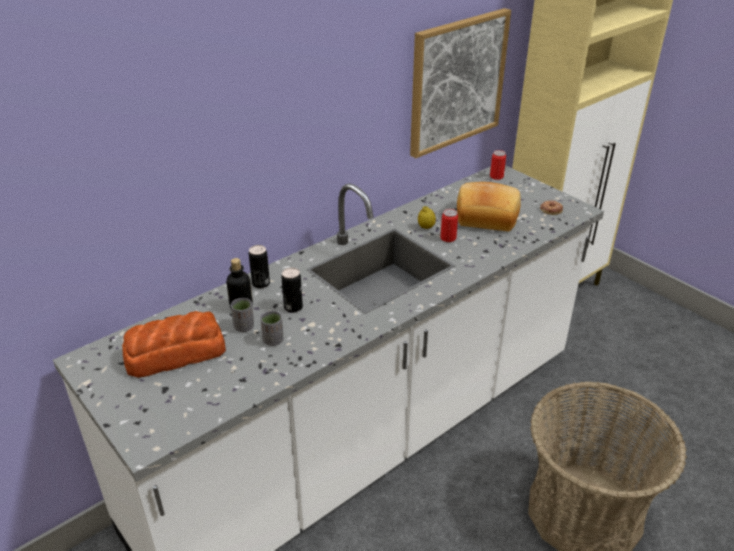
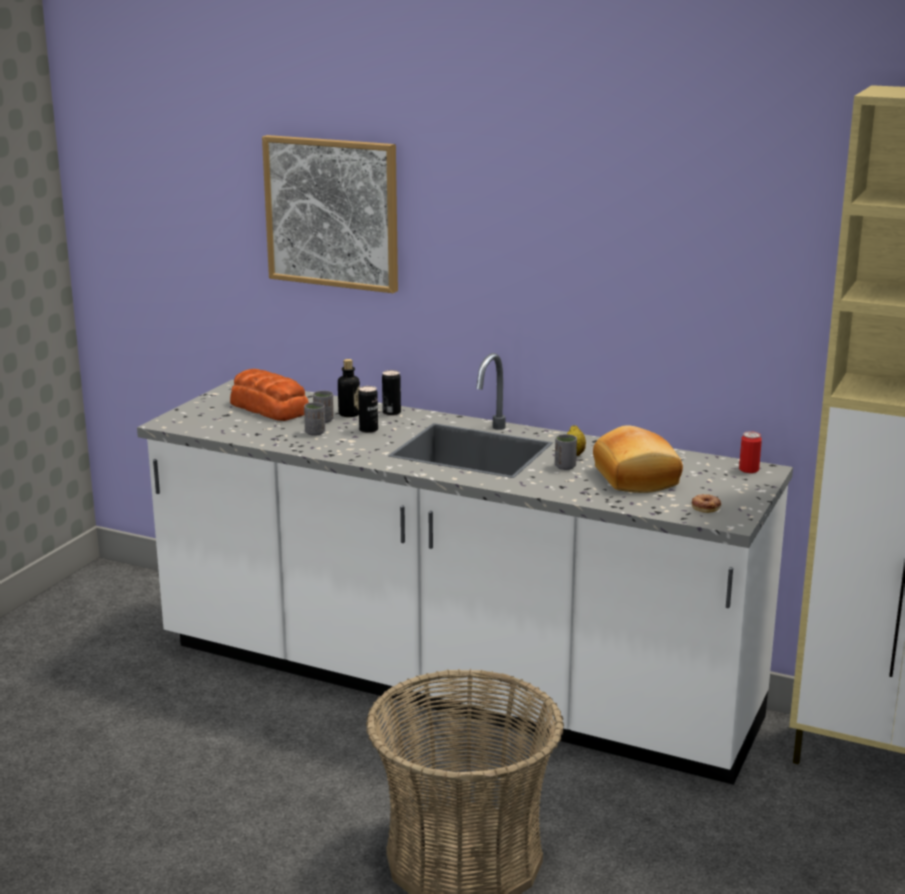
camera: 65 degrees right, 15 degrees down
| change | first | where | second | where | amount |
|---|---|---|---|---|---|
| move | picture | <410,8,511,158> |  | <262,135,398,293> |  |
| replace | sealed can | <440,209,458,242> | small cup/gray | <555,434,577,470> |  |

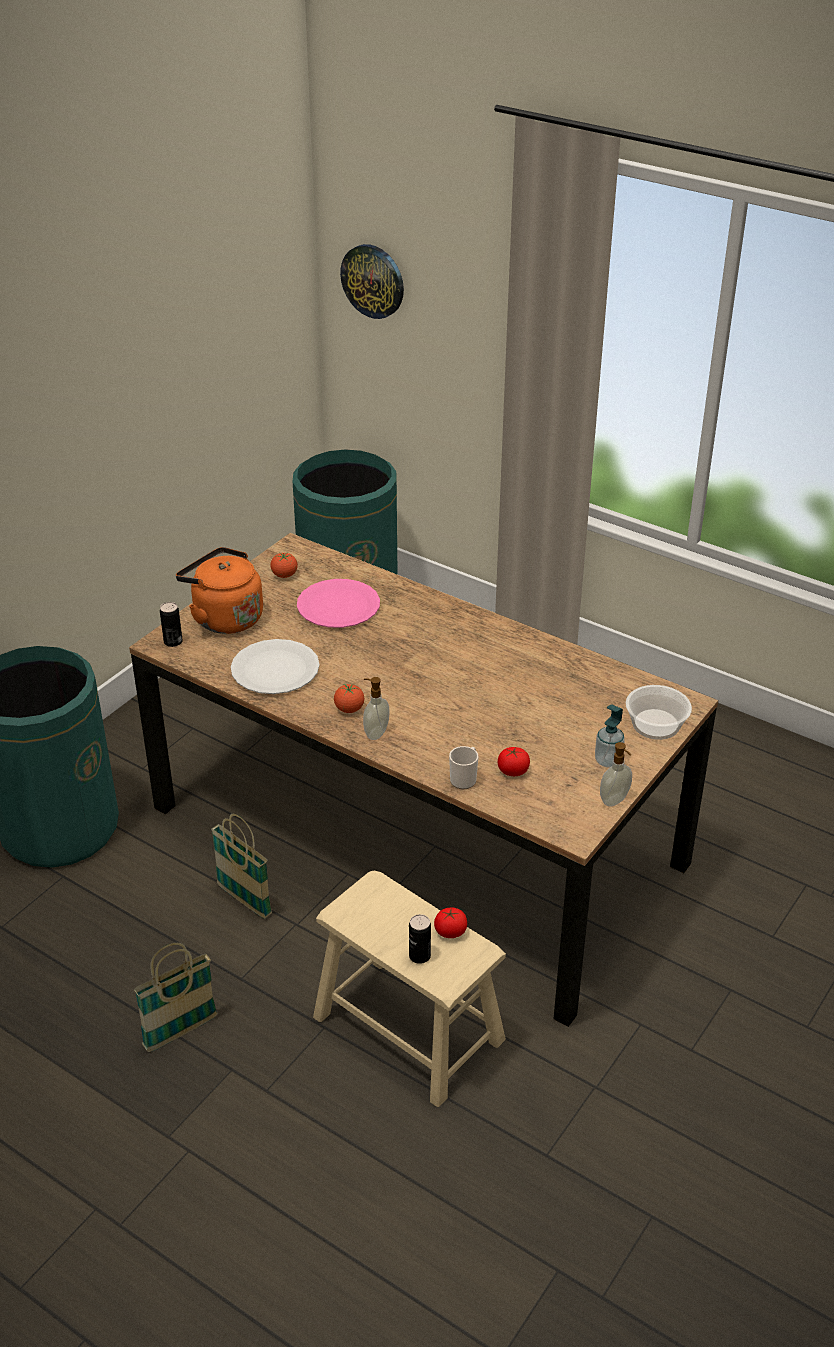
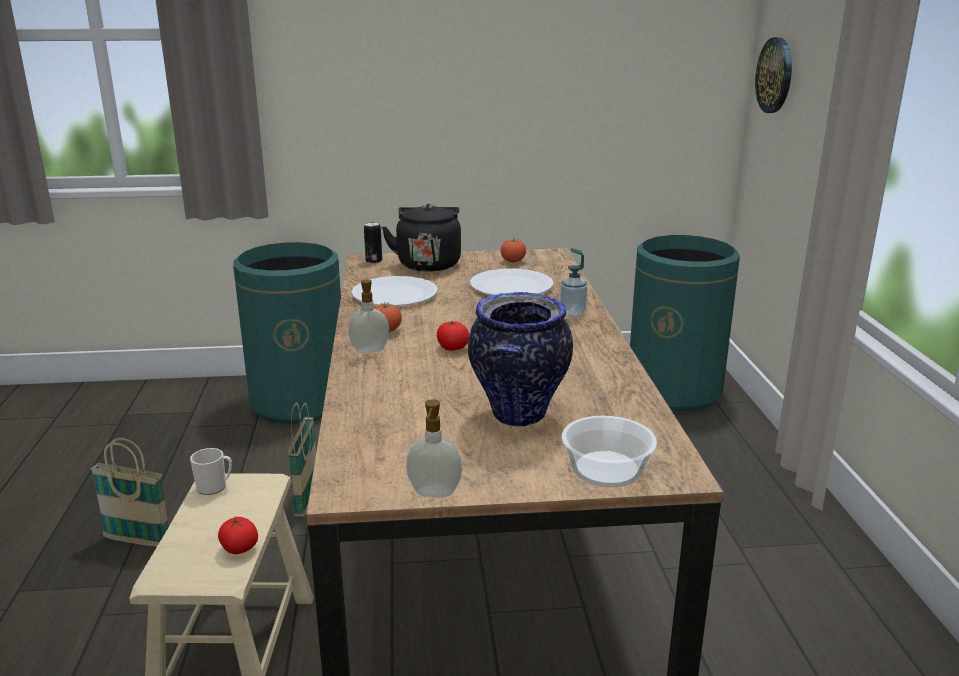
camera: 50 degrees right, 15 degrees down
| change | first | where | second | where | amount |
|---|---|---|---|---|---|
| move | tea mug | <449,746,479,789> |  | <190,448,232,495> |  |
| recolor | water kettle/orangey | <176,547,263,634> | water kettle/blackish | <382,204,461,272> |  |
| move | whole tomato | <498,747,530,776> |  | <437,321,469,351> |  |
| insert |  |  | decorative vase | <468,292,573,426> |  |
| recolor | dinner plate/pinkish | <297,579,380,628> | dinner plate/white-coloured | <470,269,554,295> |  |
| move | soap bottle | <595,704,625,768> |  | <560,248,587,317> |  |
| delete | sealed can | <409,914,431,964> |  |  |  |

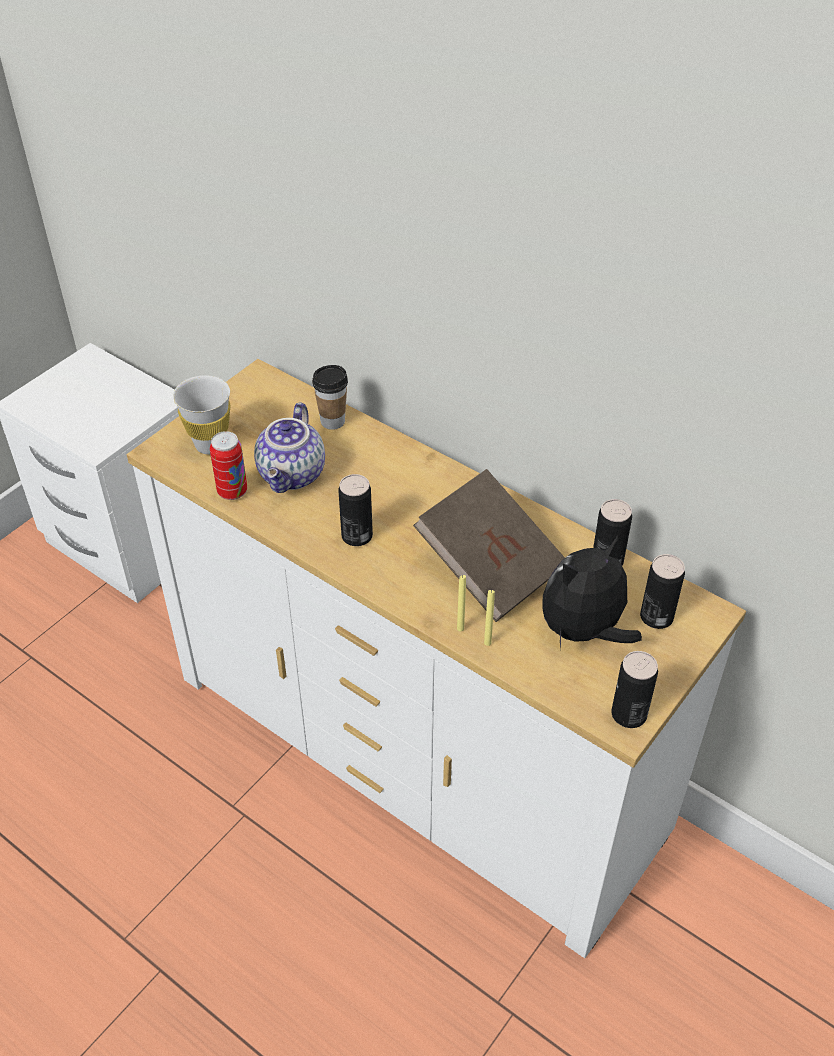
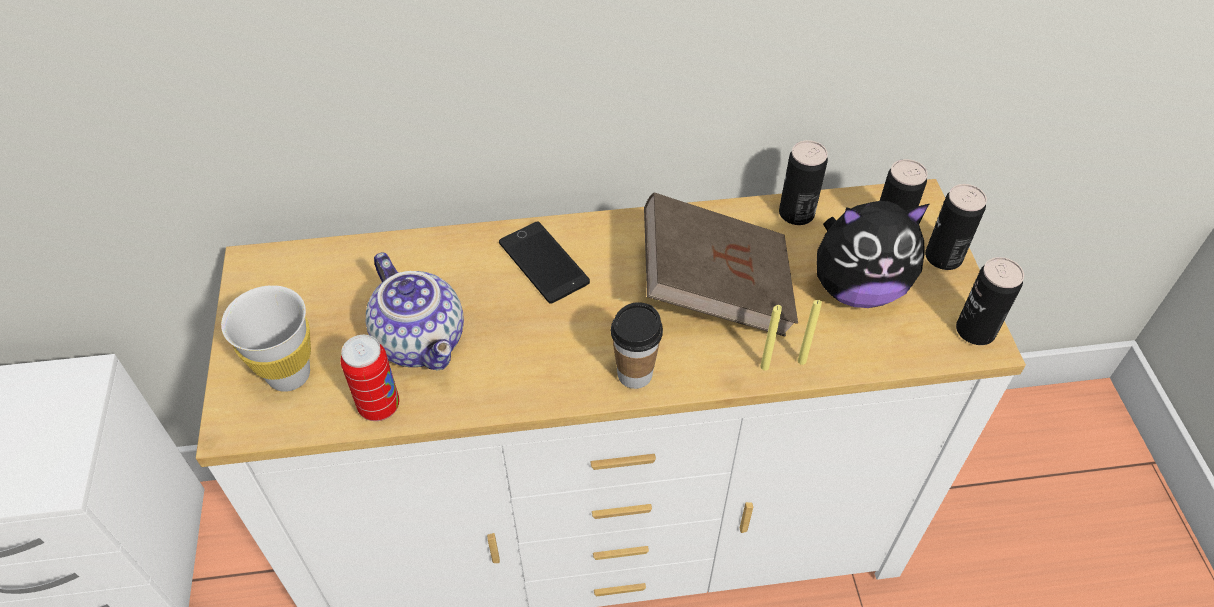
camera: 45 degrees left, 5 degrees up
| change | first | where | second | where | amount |
|---|---|---|---|---|---|
| insert |  |  | telephone | <499,221,590,304> |  |
| move | small cup | <312,365,348,430> |  | <611,302,663,389> |  |
| rotate | cuddly toy | <542,535,642,648> |  | <817,201,930,308> | 105 degrees counterclockwise |
| move | sealed can | <338,474,373,546> |  | <925,184,987,270> |  |

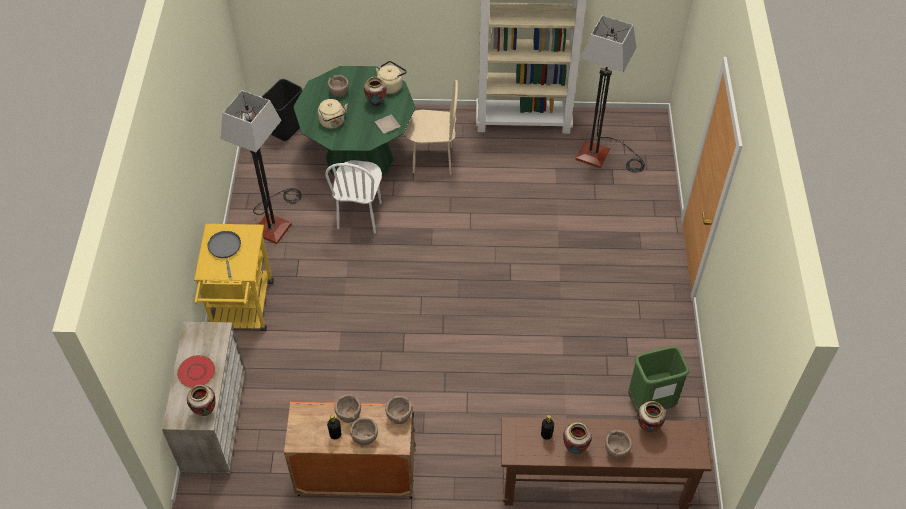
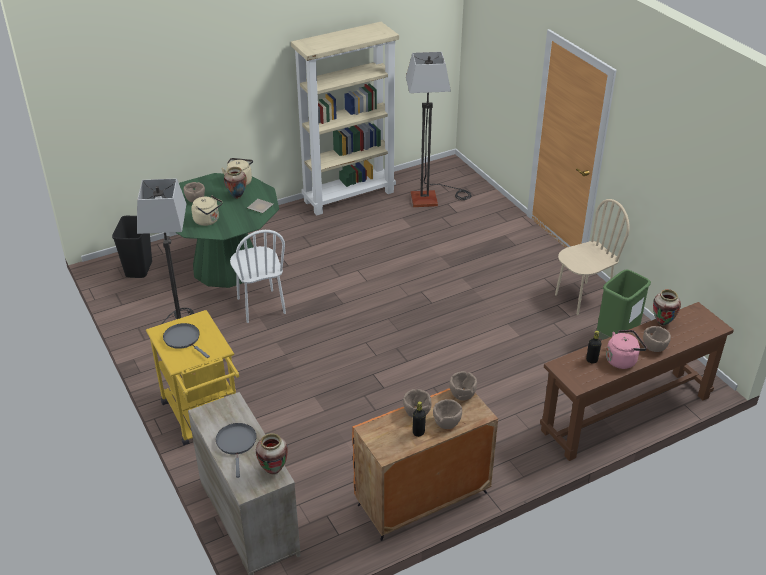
camera: 30 degrees left, 15 degrees down
| change | first | where | second | where | amount |
|---|---|---|---|---|---|
| replace | dinner plate/reddish | <177,355,215,388> | frying pan/gray | <216,423,257,478> |  |
| move | upright chair/sand-coloured | <404,80,458,175> |  | <555,199,630,315> |  |
| replace | decorative vase | <563,422,592,454> | water kettle/pinkish | <606,330,647,369> |  |

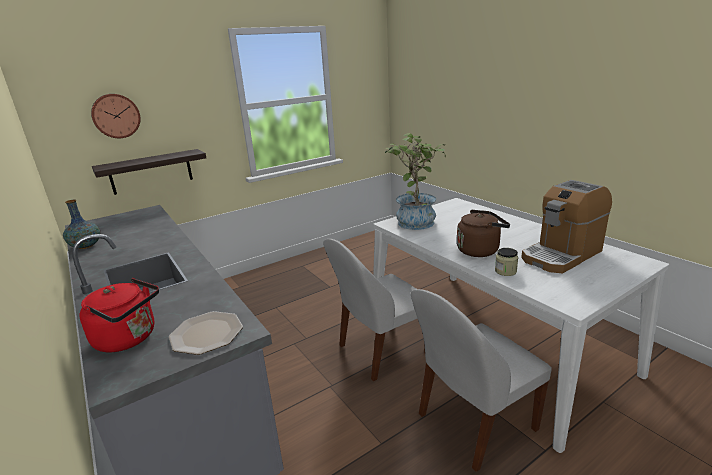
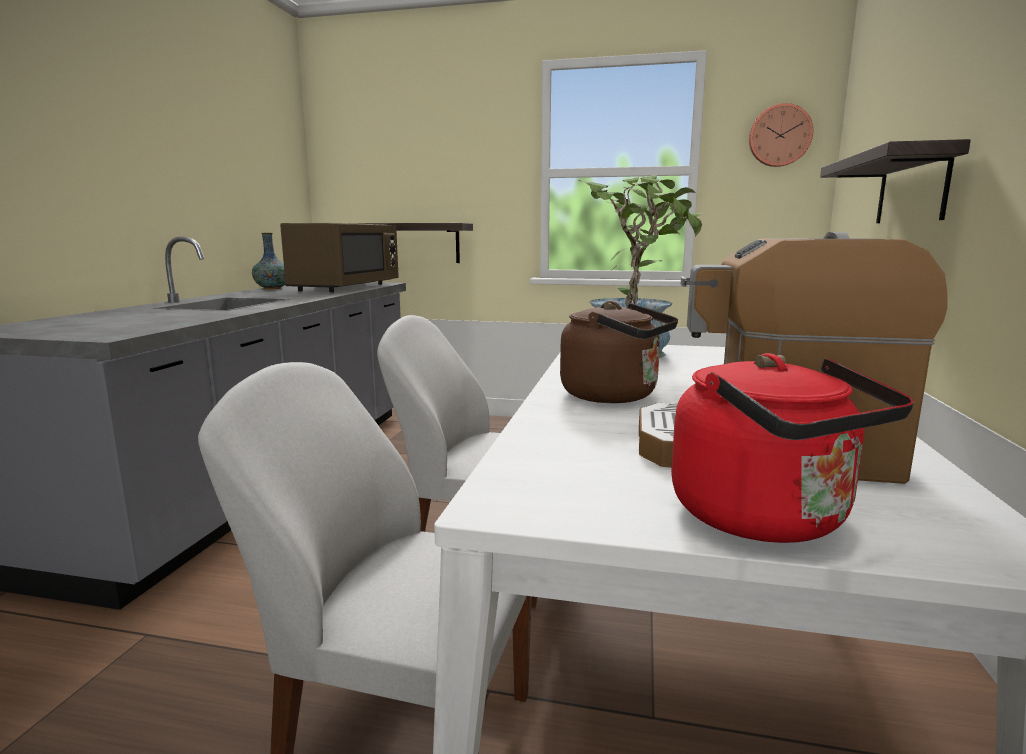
camera: 45 degrees right, 10 degrees down
| change | first | where | second | where | amount |
|---|---|---|---|---|---|
| insert |  |  | microwave oven/brown | <280,223,399,292> |  |
| move | water kettle/reddish | <80,278,159,352> |  | <671,353,914,543> |  |
| move | wall clock | <91,94,141,138> |  | <749,103,813,167> |  |
| insert |  |  | bracket shelf | <820,139,971,223> |  |
| delete | dinner plate | <169,311,243,355> |  |  |  |
| delete | preserve jar | <495,248,518,276> |  |  |  |

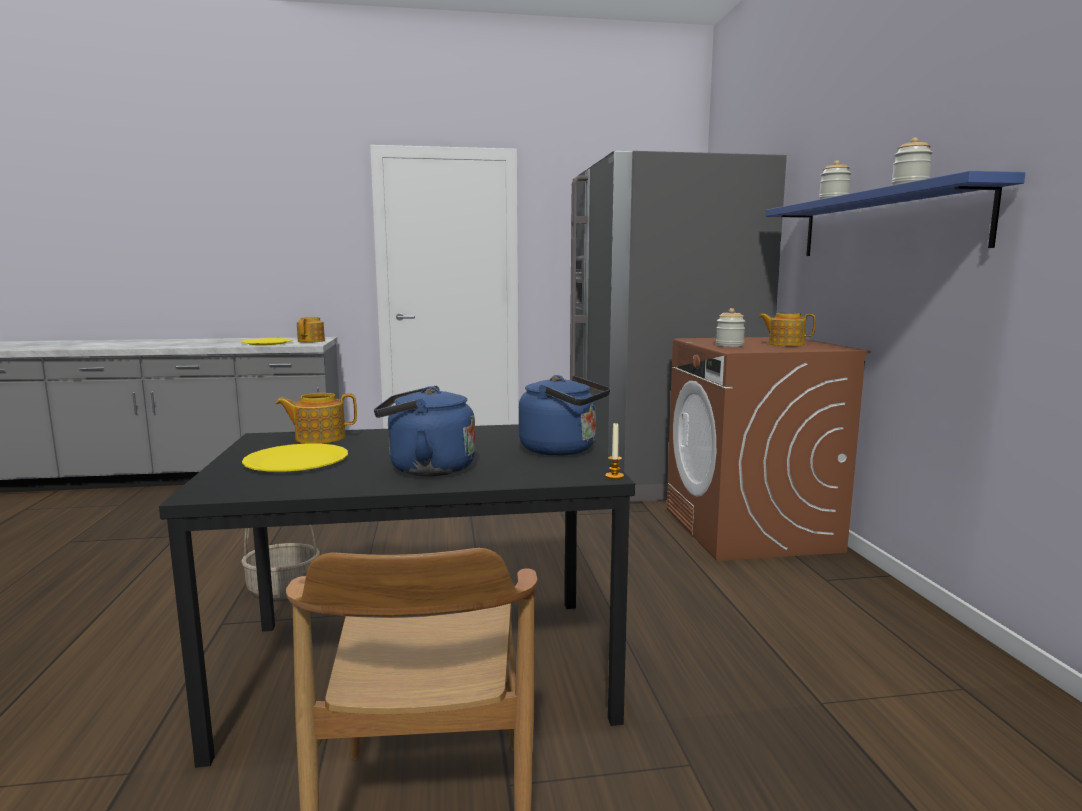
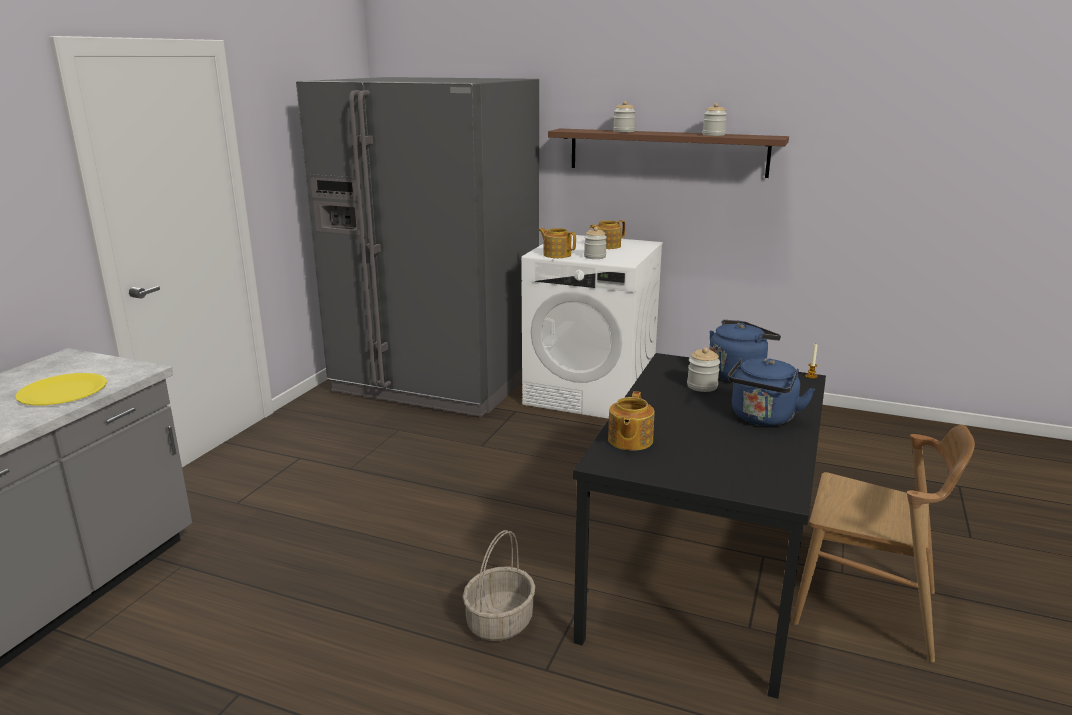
camera: 60 degrees left, 10 degrees up
| change | first | where | second | where | amount |
|---|---|---|---|---|---|
| recolor | washing machine/brown | <667,337,870,561> | washing machine/white-coloured | <521,235,663,419> |  |
| move | teapot | <297,317,325,343> |  | <538,228,576,258> |  |
| recolor | bracket shelf/blue-coloured | <765,171,1025,256> | bracket shelf/brown | <548,128,789,178> |  |
| insert |  |  | preserve jar | <687,347,720,392> |  |
| delete | dinner plate/yellowish | <242,443,348,472> |  |  |  |

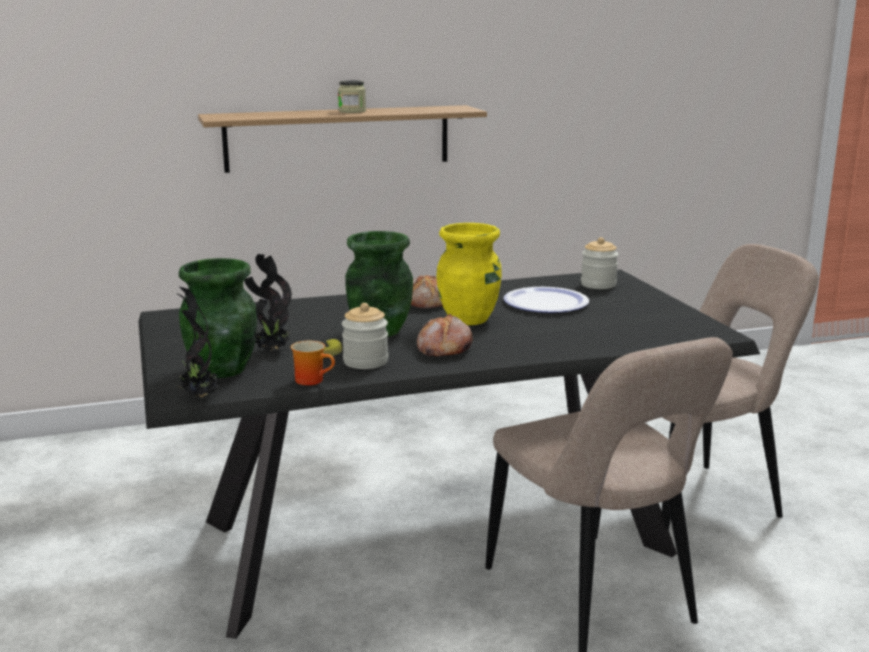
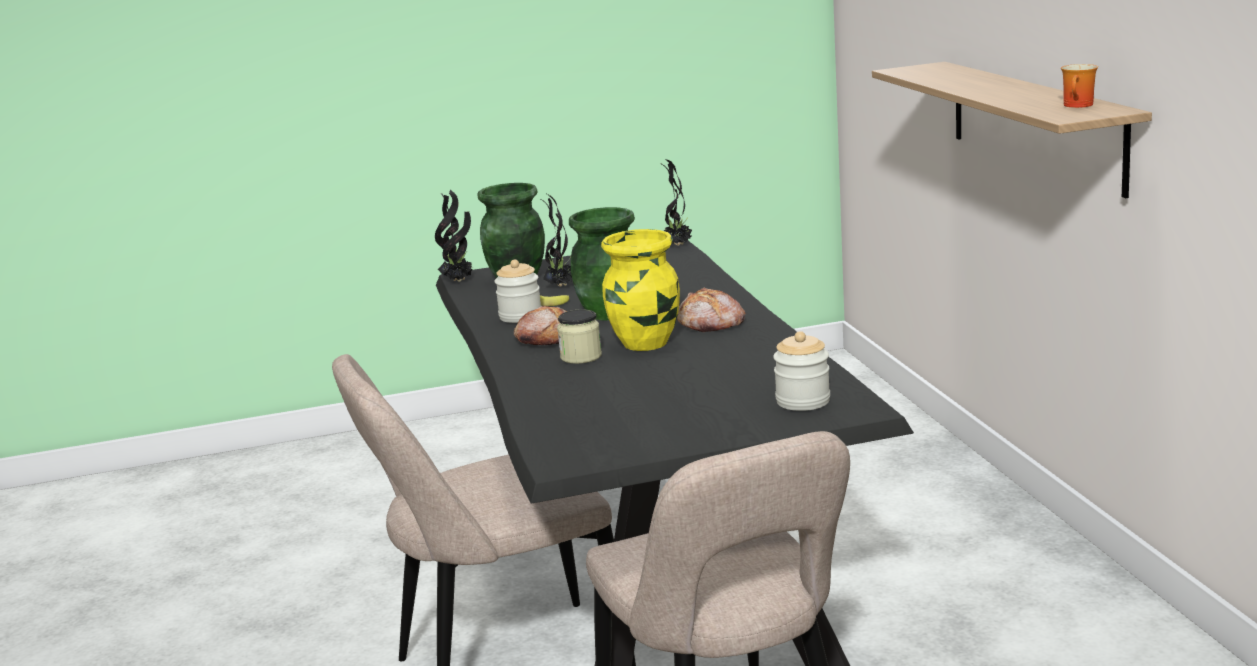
camera: 95 degrees right, 0 degrees up
| change | first | where | second | where | amount |
|---|---|---|---|---|---|
| move | preserve jar | <338,81,366,113> |  | <557,309,602,364> |  |
| insert |  |  | plant in a pot | <660,159,692,246> |  |
| move | tea mug | <291,341,335,385> |  | <1061,64,1098,108> |  |
| delete | dinner plate | <503,287,589,313> |  |  |  |

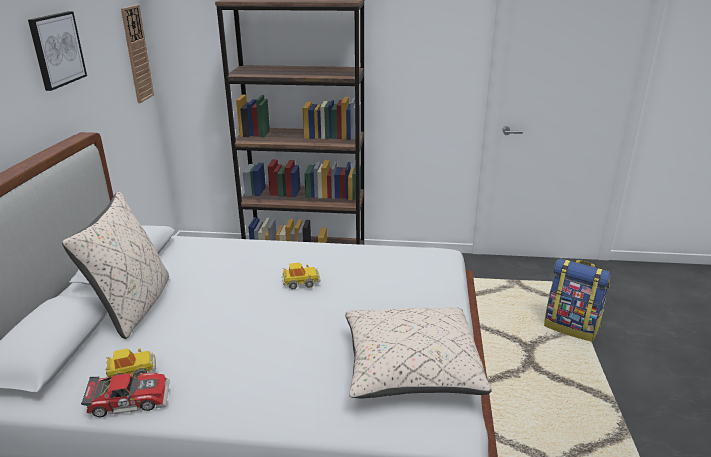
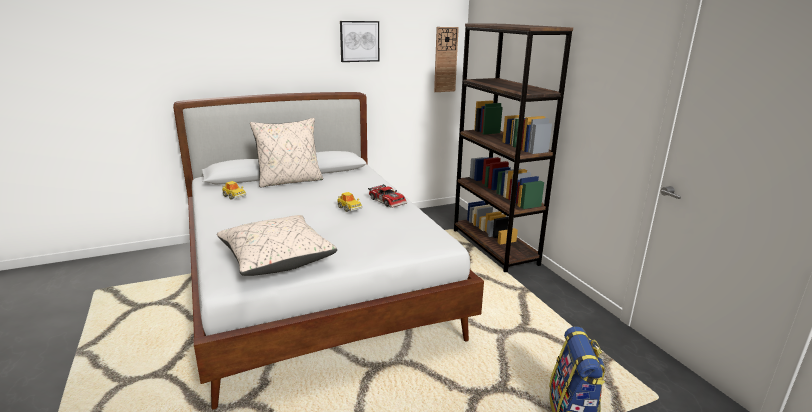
camera: 60 degrees right, 5 degrees down
| change | first | where | second | where | amount |
|---|---|---|---|---|---|
| move | miniature car | <81,372,170,417> |  | <368,184,407,208> |  |

